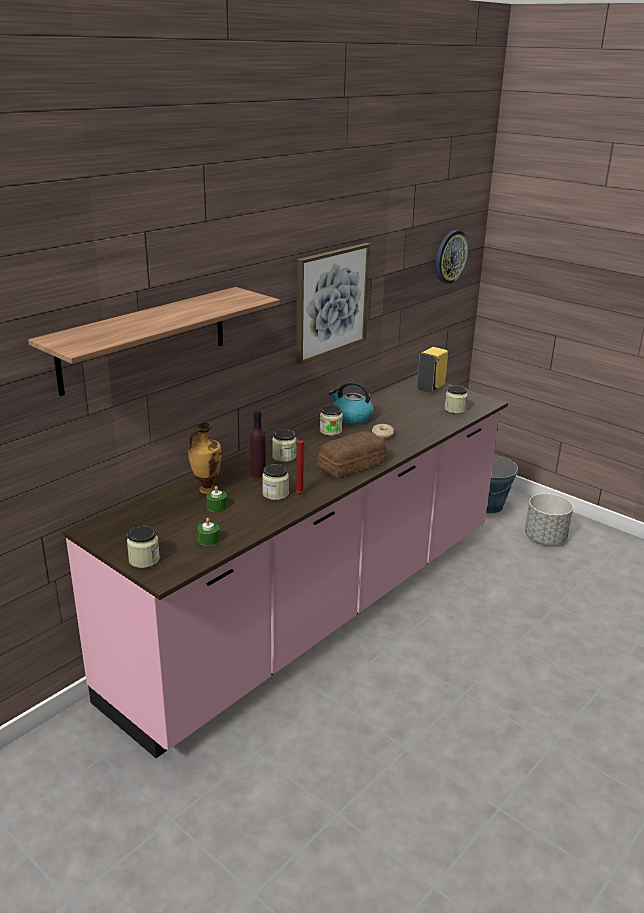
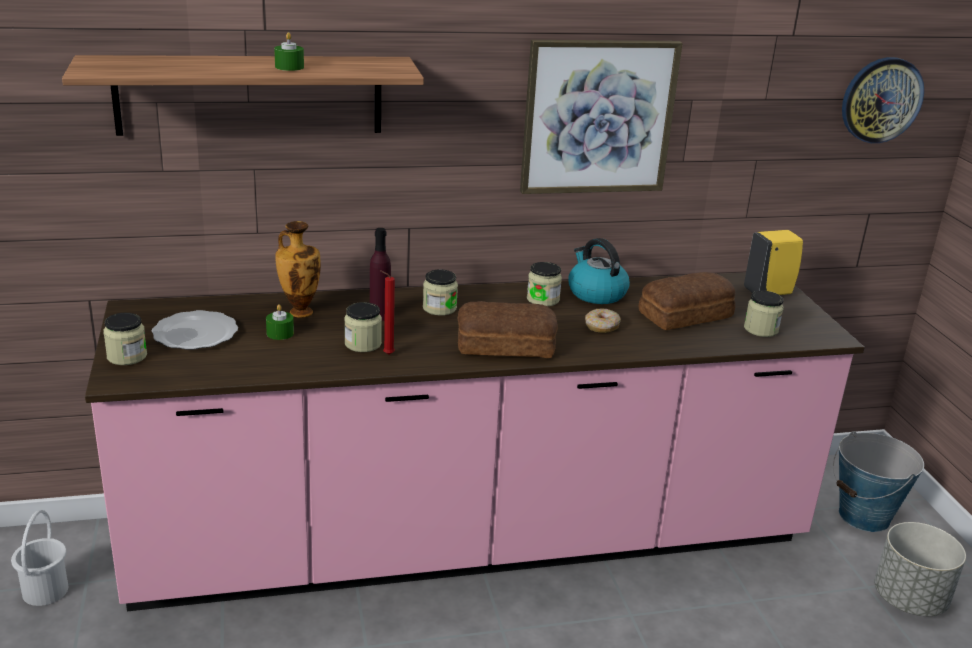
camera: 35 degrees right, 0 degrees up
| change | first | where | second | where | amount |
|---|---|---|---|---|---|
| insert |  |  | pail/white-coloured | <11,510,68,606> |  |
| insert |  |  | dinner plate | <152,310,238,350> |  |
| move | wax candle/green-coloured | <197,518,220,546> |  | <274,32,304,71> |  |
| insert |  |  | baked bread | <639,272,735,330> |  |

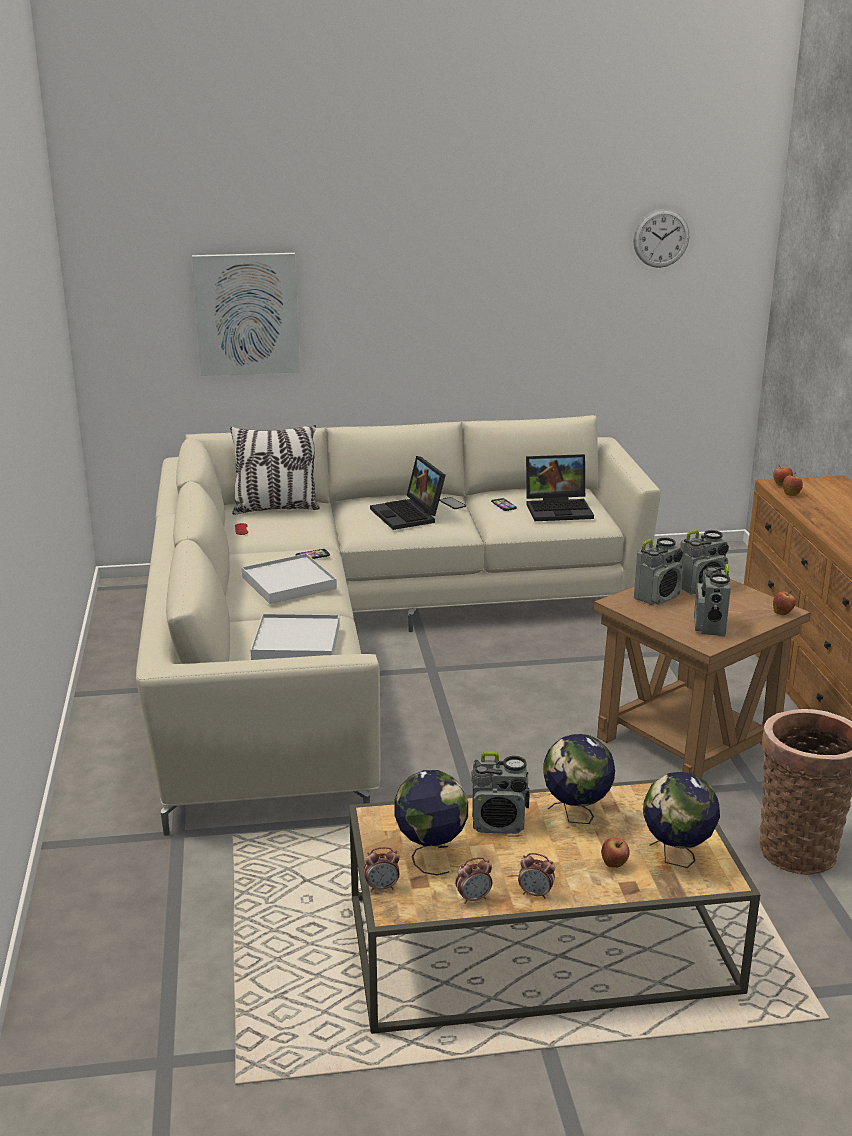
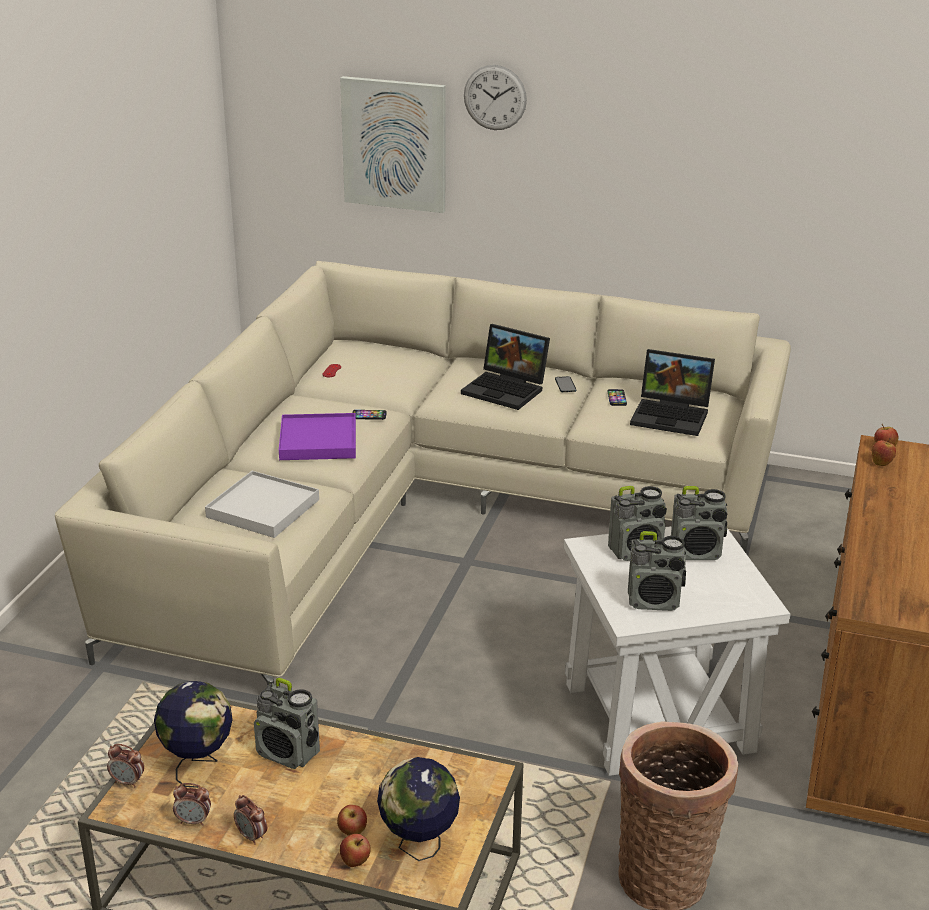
camera: 25 degrees right, 5 degrees up
| change | first | where | second | where | amount |
|---|---|---|---|---|---|
| recolor | serving tray/white-coloured | <242,553,337,604> | serving tray/purplish | <279,413,356,460> |  |
| move | apple | <773,591,796,615> |  | <340,834,371,867> |  |
| rotate | portable computer | <370,456,446,530> |  | <461,324,550,410> | 60 degrees counterclockwise |
| move | wall clock | <633,209,689,268> |  | <464,65,527,130> |  |
| recolor | side table/brown | <593,579,811,778> | side table/white-coloured | <564,526,791,776> |  |
| rotate | radio receiver | <694,564,731,637> |  | <628,531,686,611> | 120 degrees counterclockwise |
| delete | pillow | <230,425,320,515> |  |  |  |
| delete | globe | <543,734,615,824> |  |  |  |

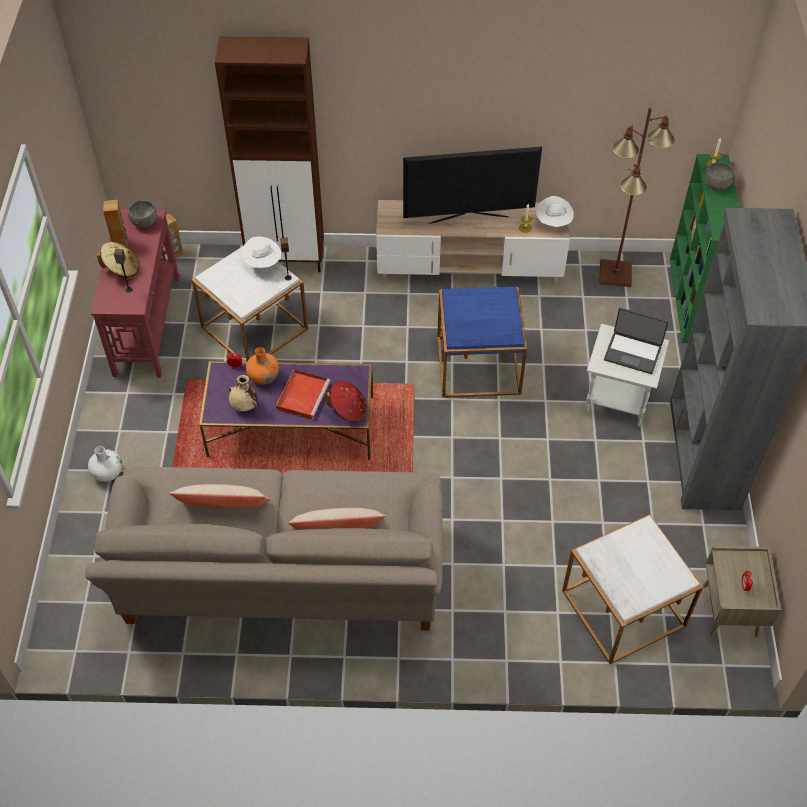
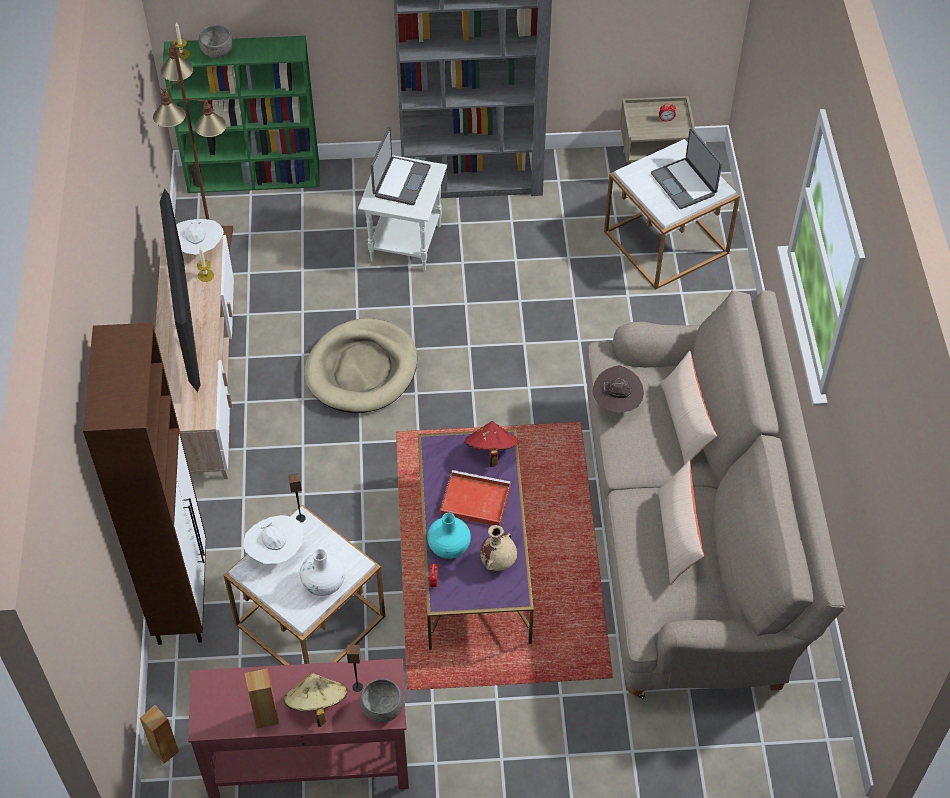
camera: 95 degrees left, 0 degrees up
| change | first | where | second | where | amount |
|---|---|---|---|---|---|
| move | decorative vase/white-coloured | <88,446,122,482> |  | <300,549,345,596> |  |
| replace | side table/blue-coloured | <437,286,527,398> | pet bed/sand-coloured | <304,318,417,413> |  |
| move | deep dish/gray | <128,200,157,228> |  | <360,679,404,723> |  |
| recolor | decorative vase/orangey | <246,347,279,385> | decorative vase/turquoise-coloured | <427,513,471,559> |  |
| insert |  |  | hat/brown | <592,365,644,413> |  |
| insert |  |  | portable computer | <651,128,722,209> |  |

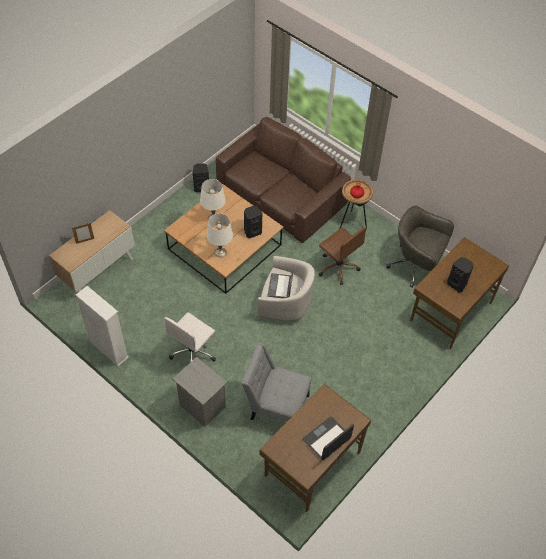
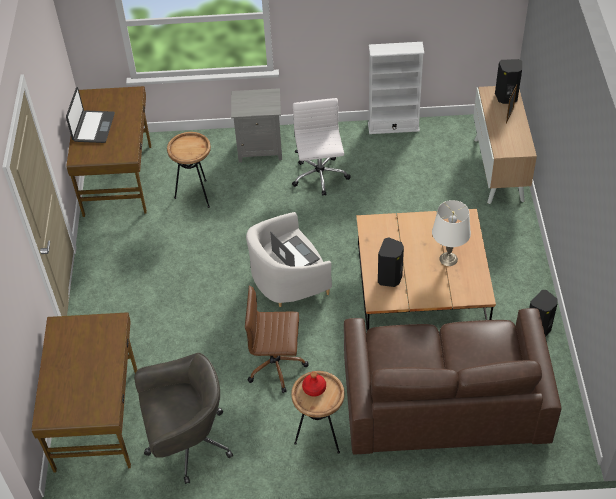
camera: 140 degrees right, 5 degrees down
| change | first | where | second | where | amount |
|---|---|---|---|---|---|
| replace | upright chair/gray | <241,343,311,422> | side table/brown | <167,132,211,208> |  |
| move | loudspeaker/blackish | <447,257,474,292> |  | <495,59,522,104> |  |
| delete | tabletop lamp/white-coloured | <206,213,233,258> |  |  |  |

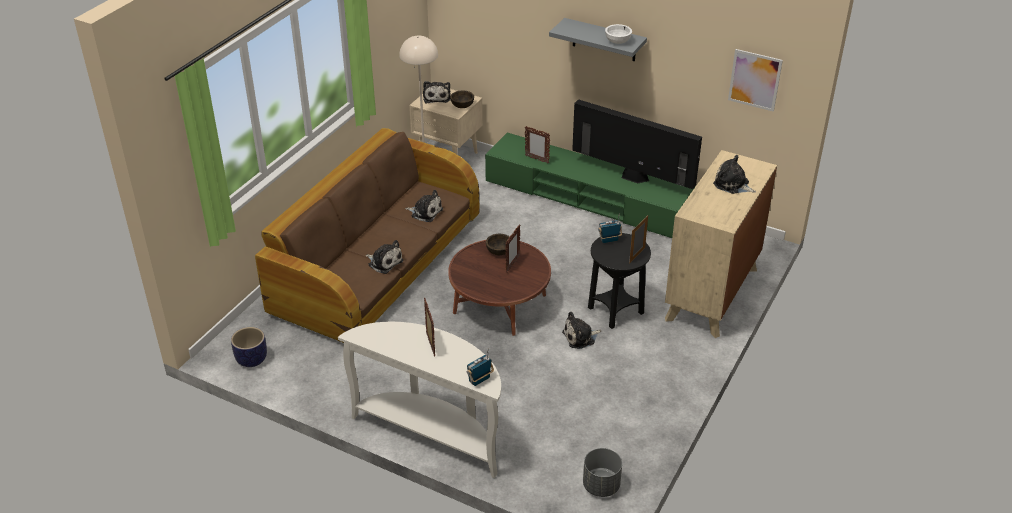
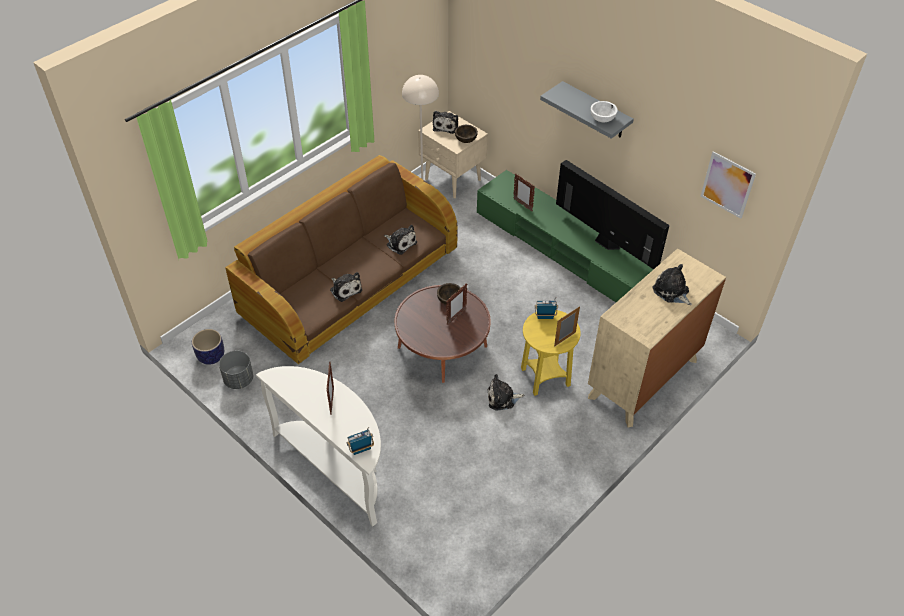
camera: 15 degrees right, 10 degrees up
| change | first | where | second | where | amount |
|---|---|---|---|---|---|
| move | planter/gray | <583,448,622,497> |  | <219,350,253,389> |  |
| recolor | side table/blackish | <588,233,651,329> | side table/yellowish | <521,310,581,396> |  |

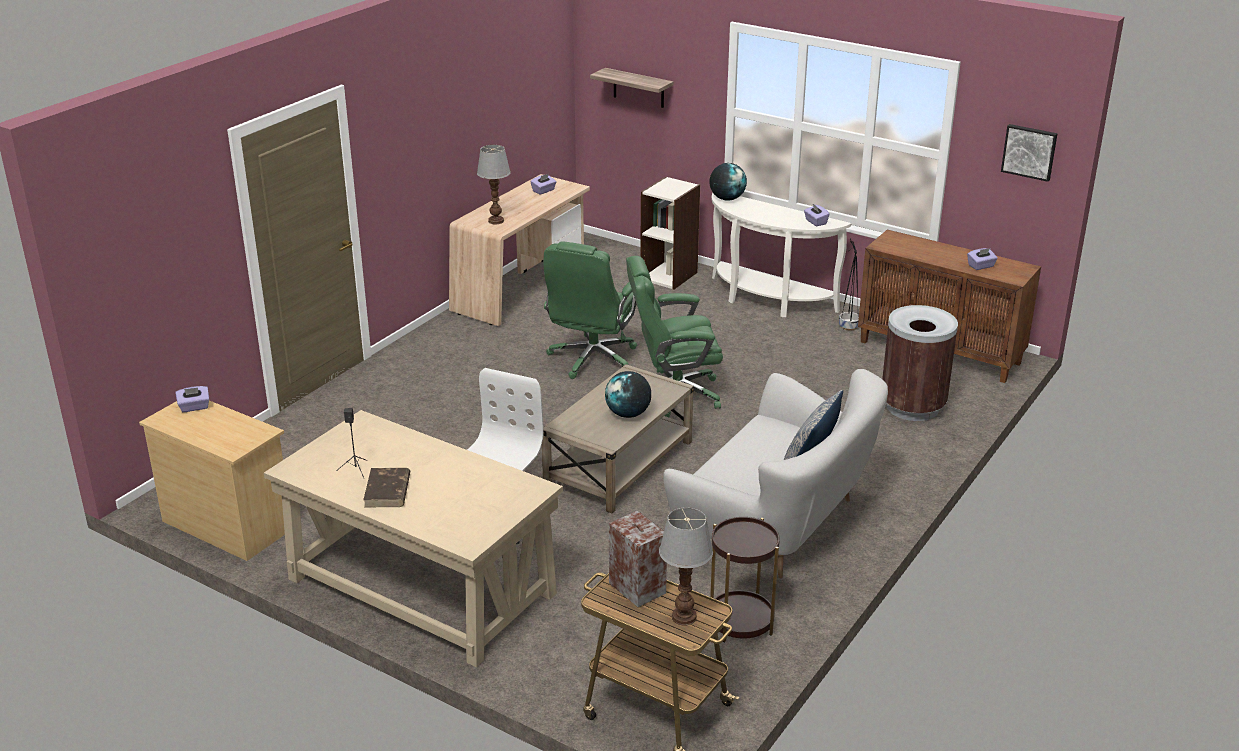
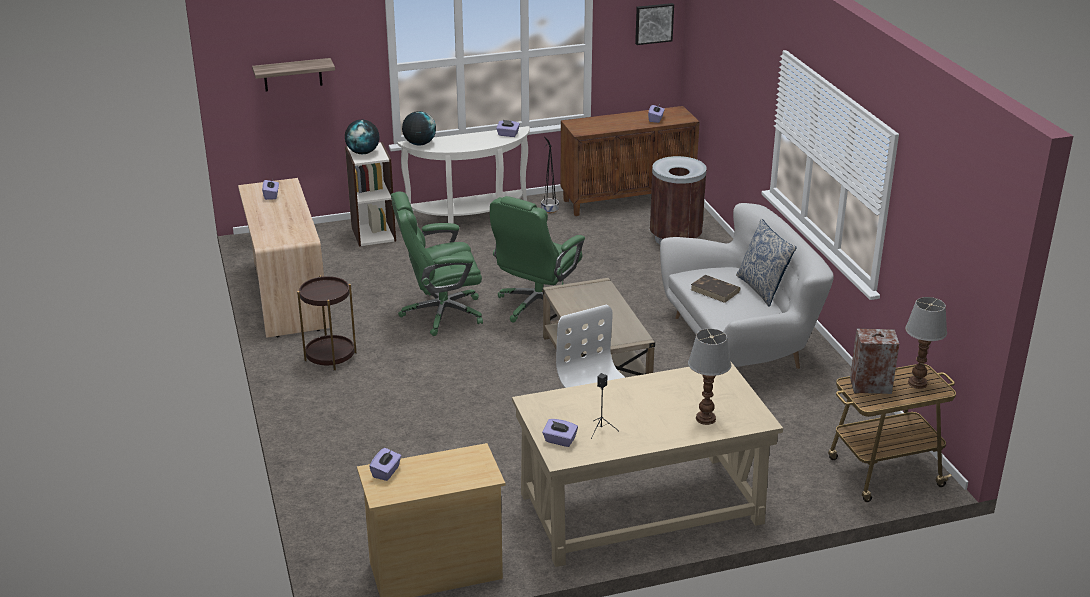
camera: 50 degrees left, 0 degrees up
| change | first | where | second | where | amount |
|---|---|---|---|---|---|
| move | side table/brown | <710,517,780,642> |  | <297,275,356,370> |  |
| move | globe | <605,371,651,418> |  | <345,120,380,154> |  |
| rotate | office chair/green-coloured | <544,241,637,379> |  | <391,191,483,336> | 105 degrees clockwise |
| insert |  |  | tissue holder/purplish | <542,419,578,447> |  |
| move | tabletop lamp | <477,145,511,224> |  | <688,329,731,425> |  |
| move | book/brown | <363,468,410,508> |  | <691,275,741,303> |  |

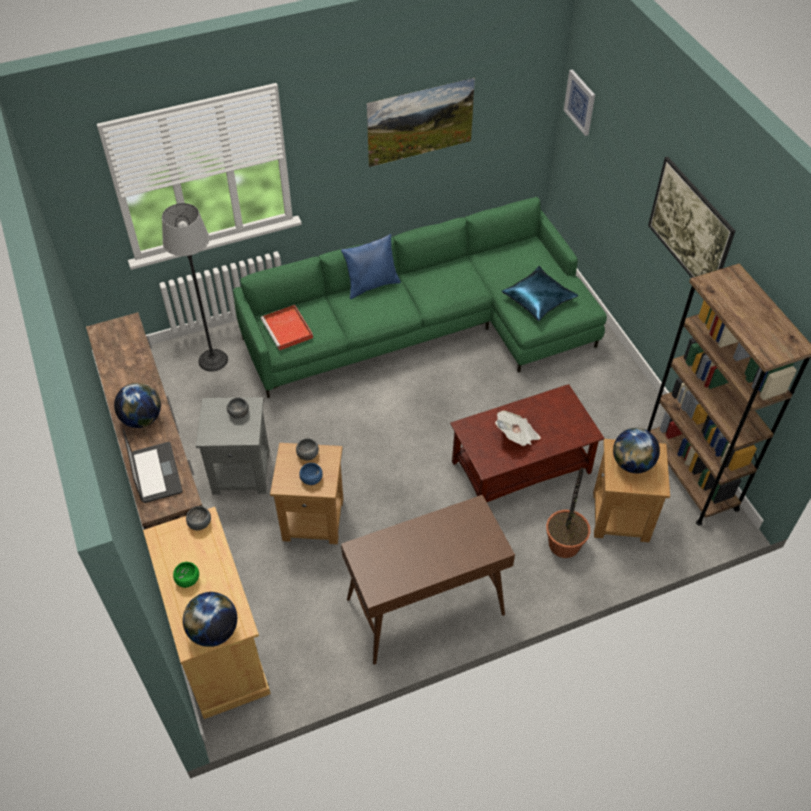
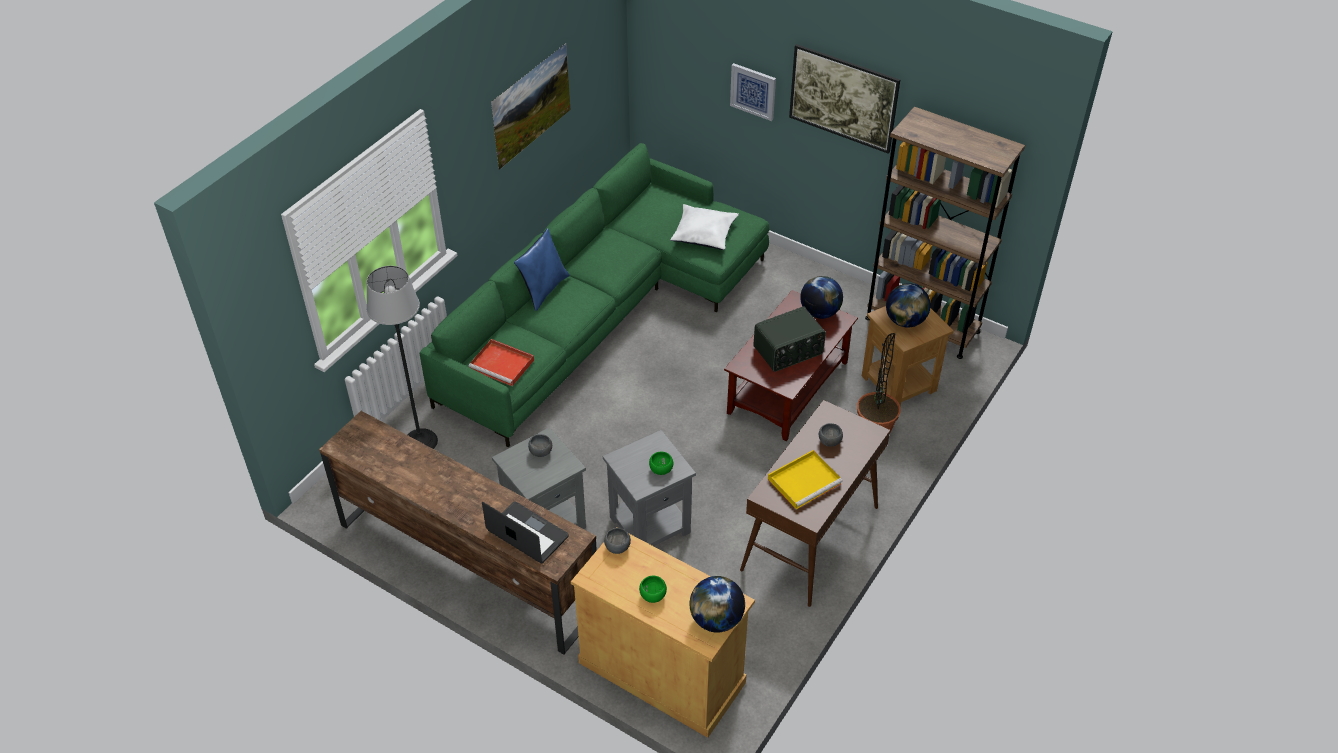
camera: 35 degrees left, 5 degrees down
| change | first | where | second | where | amount |
|---|---|---|---|---|---|
| recolor | side table/brown | <270,443,343,544> | side table/gray | <603,430,696,546> |  |
| recolor | deep dish/blue-coloured | <300,463,323,485> | deep dish/green-coloured | <649,451,673,475> |  |
| recolor | pillow/blue-coloured | <501,266,578,321> | pillow/white-coloured | <670,204,739,250> |  |
| move | picture | <564,69,595,136> |  | <730,63,776,121> |  |
| replace | daily paper | <495,410,541,446> | radio receiver | <754,307,826,372> |  |
| insert |  |  | serving tray/yellowish | <768,450,843,509> |  |
| move | globe | <114,383,161,428> |  | <800,276,843,319> |  |
| move | deep dish/gray | <296,438,319,460> |  | <819,423,843,447> |  |

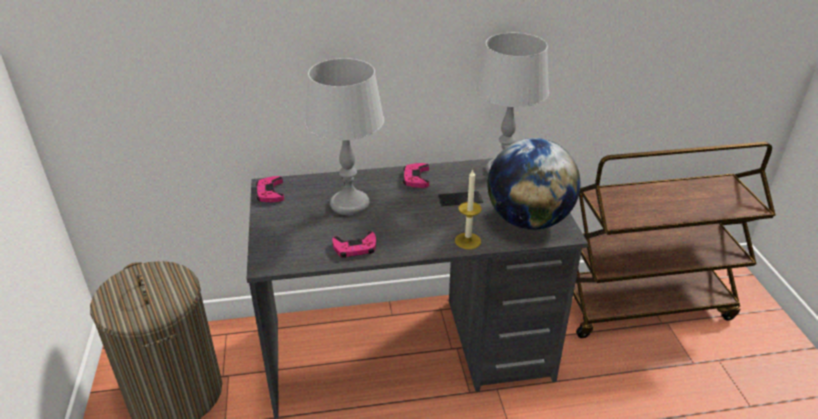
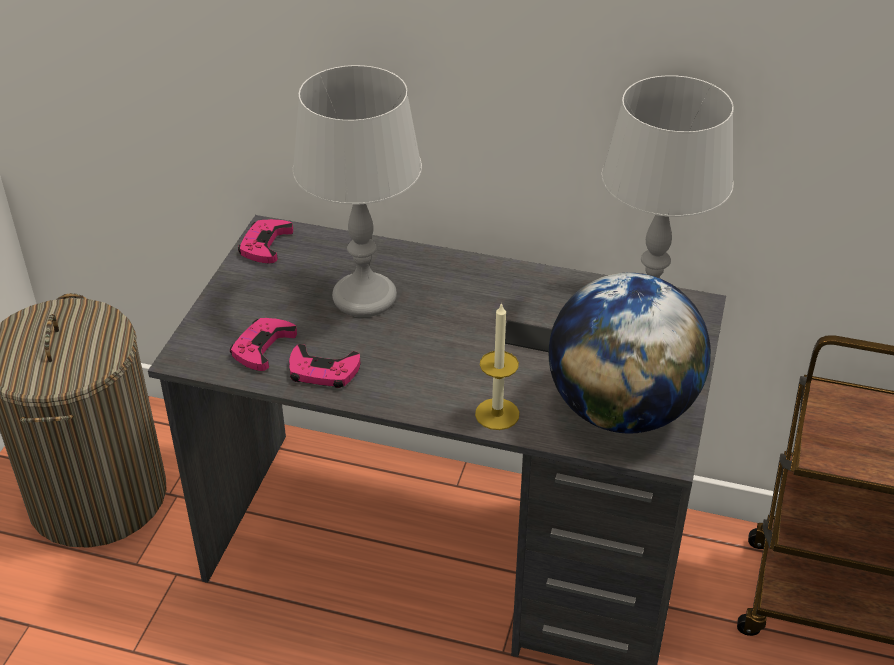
camera: 25 degrees right, 5 degrees up
| change | first | where | second | where | amount |
|---|---|---|---|---|---|
| move | joypad/pinkish | <403,163,429,188> |  | <230,318,297,371> |  |

